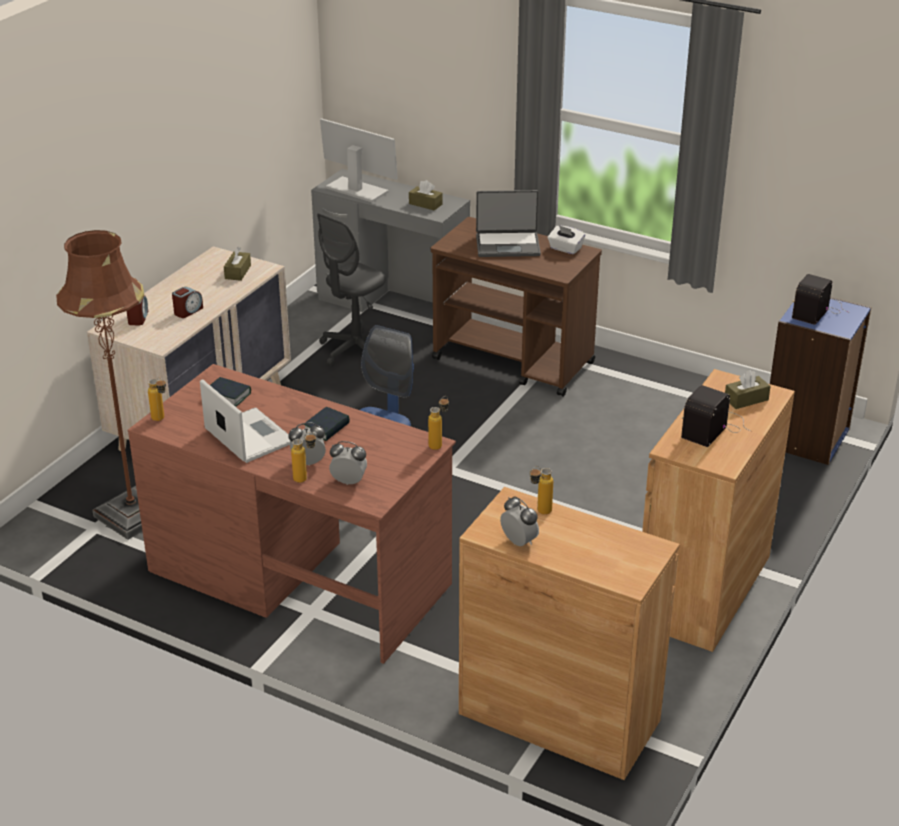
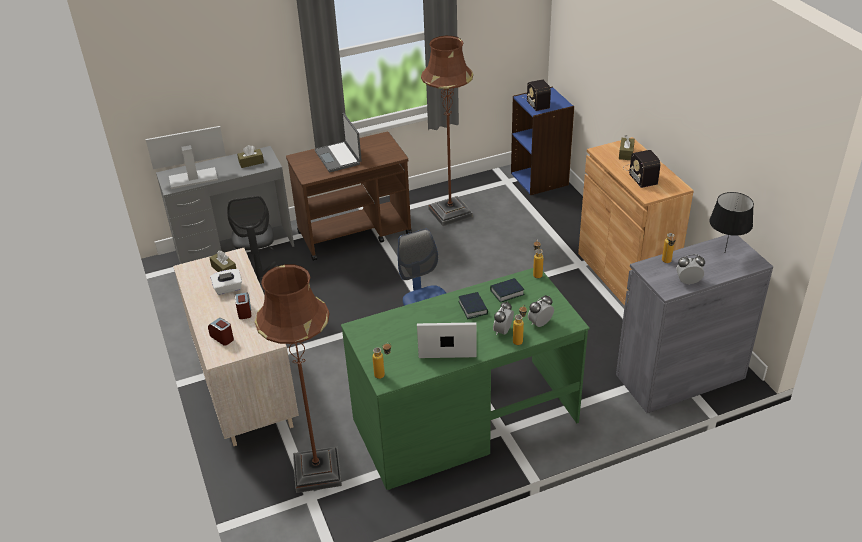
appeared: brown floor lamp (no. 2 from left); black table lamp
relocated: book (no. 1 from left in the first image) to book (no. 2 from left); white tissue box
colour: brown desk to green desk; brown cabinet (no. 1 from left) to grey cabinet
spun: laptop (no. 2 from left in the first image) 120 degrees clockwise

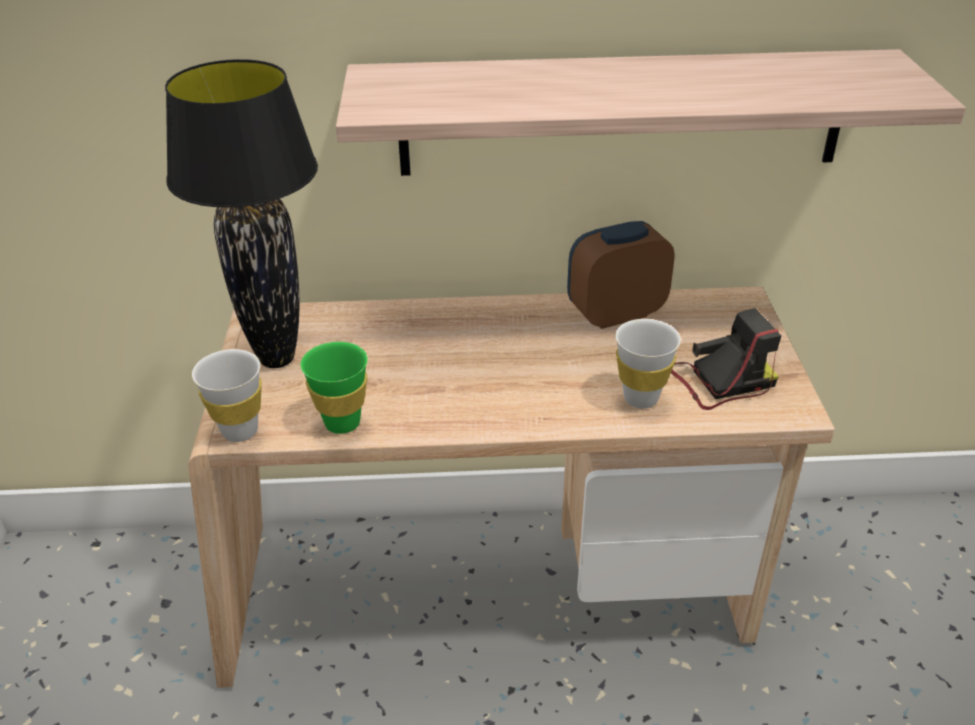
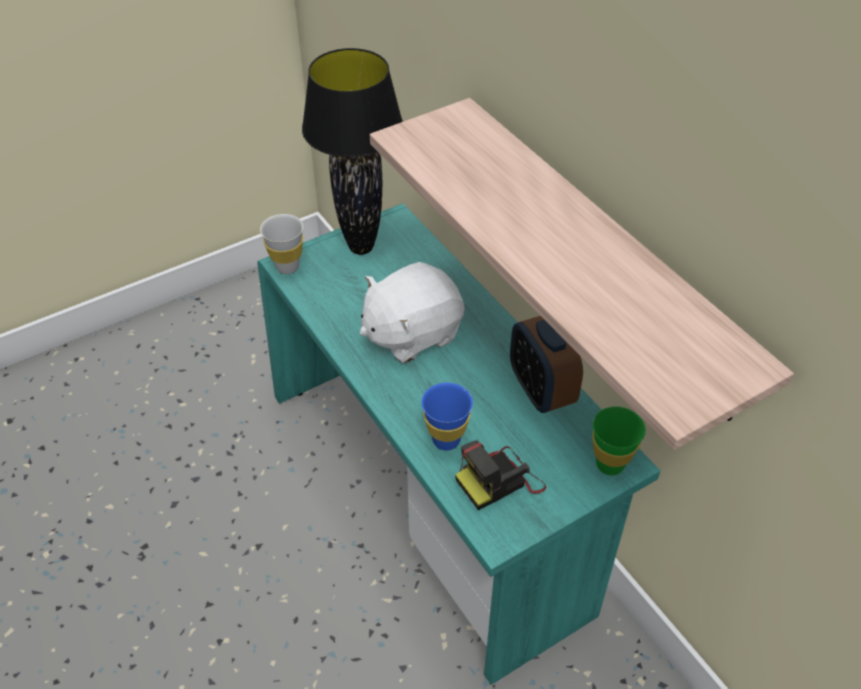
appeared: white plush toy
relocated: green cup
colour: beige desk to turquoise desk; white cup (no. 2 from left) to blue cup
spun: alarm clock 150 degrees counterclockwise; photo camera 105 degrees clockwise

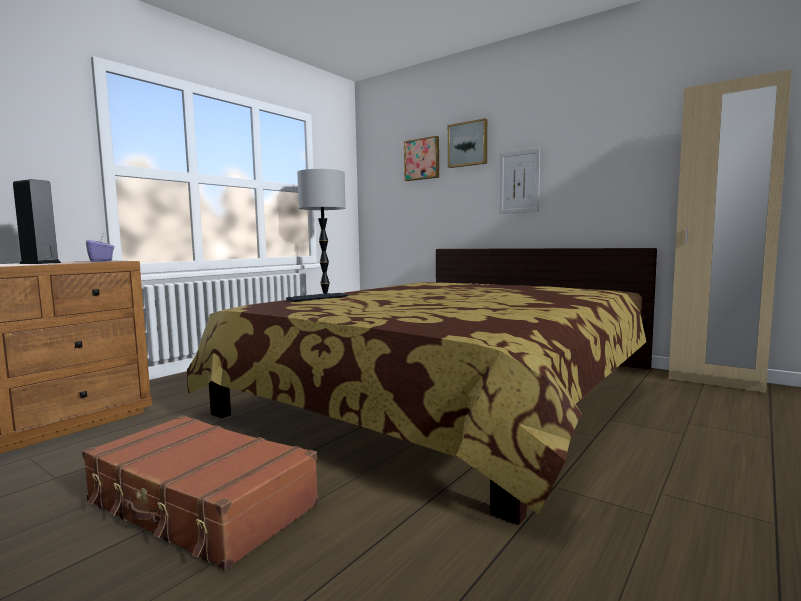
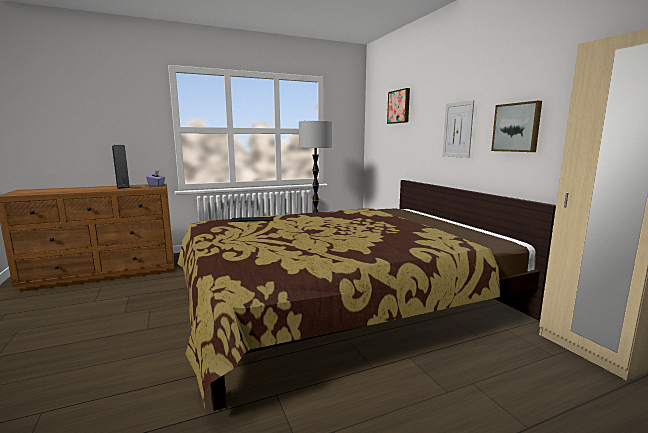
missing: brown suitcase
relocated: picture (no. 2 from left in the first image) to picture (no. 3 from left)

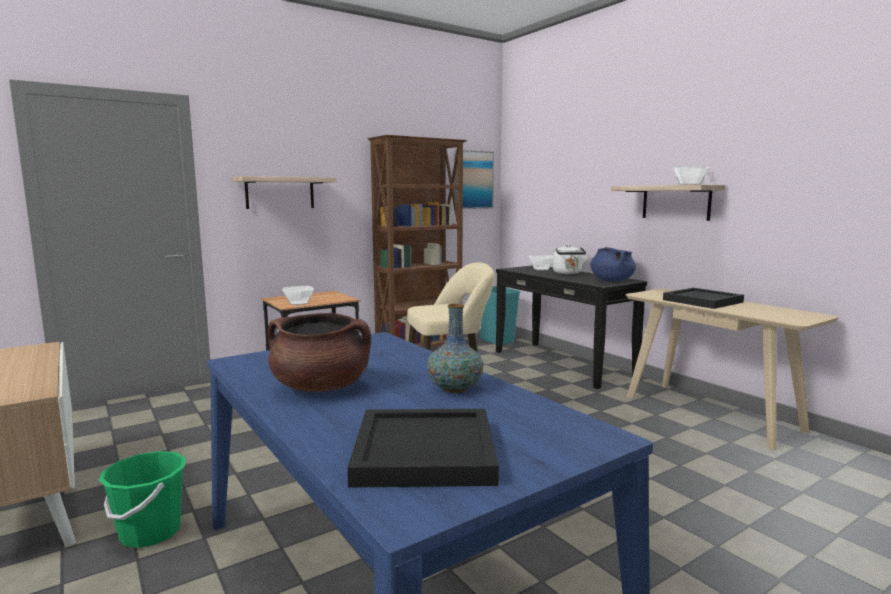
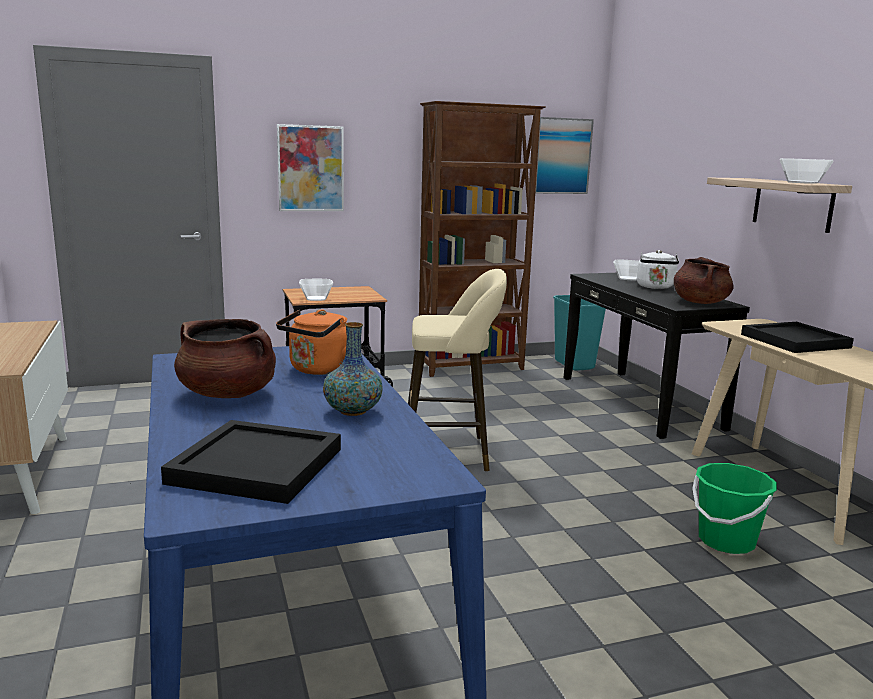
appeared: orange kettle
relocated: green bucket
exchanged: shelf (no. 1 from left) to picture (no. 1 from left)
colour: blue cooking pot to brown cooking pot (no. 2 from left)

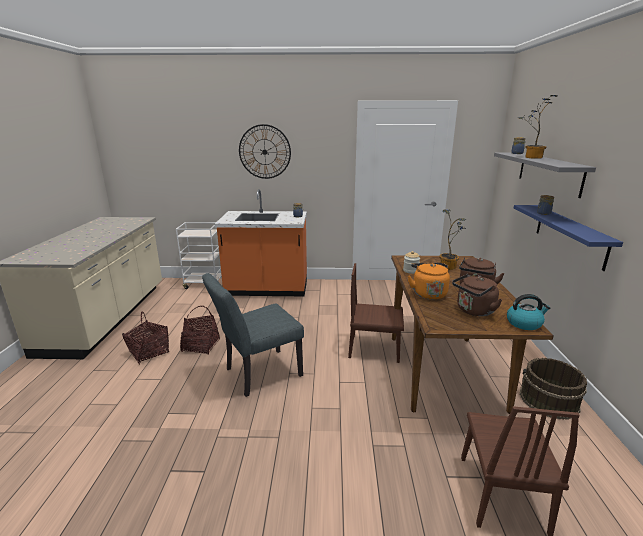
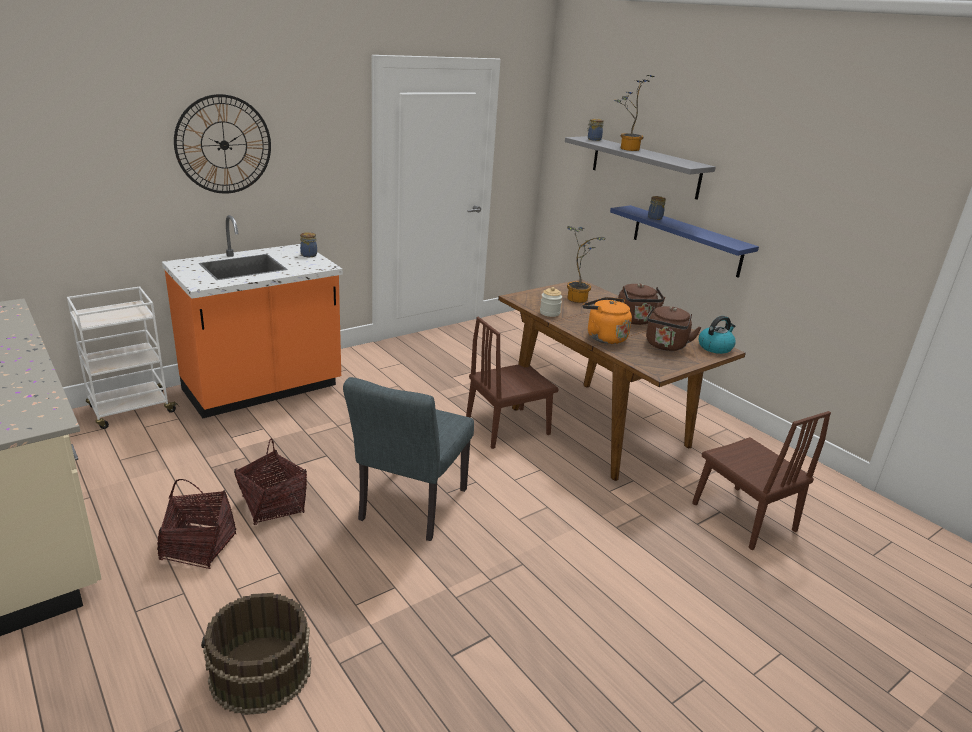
relocated: brown bucket

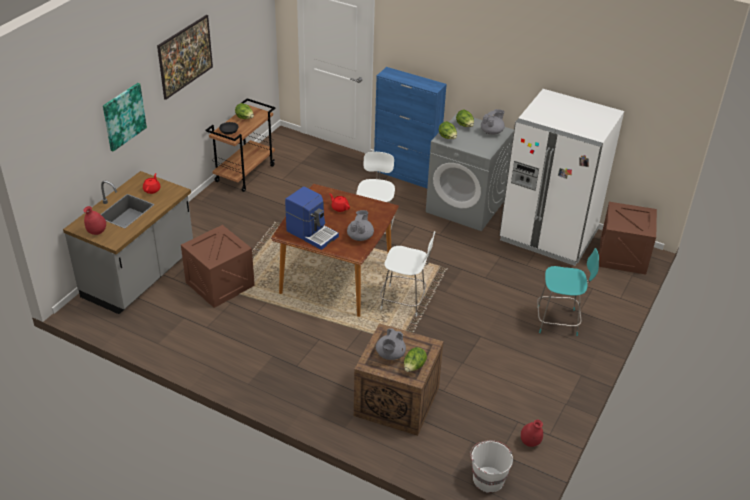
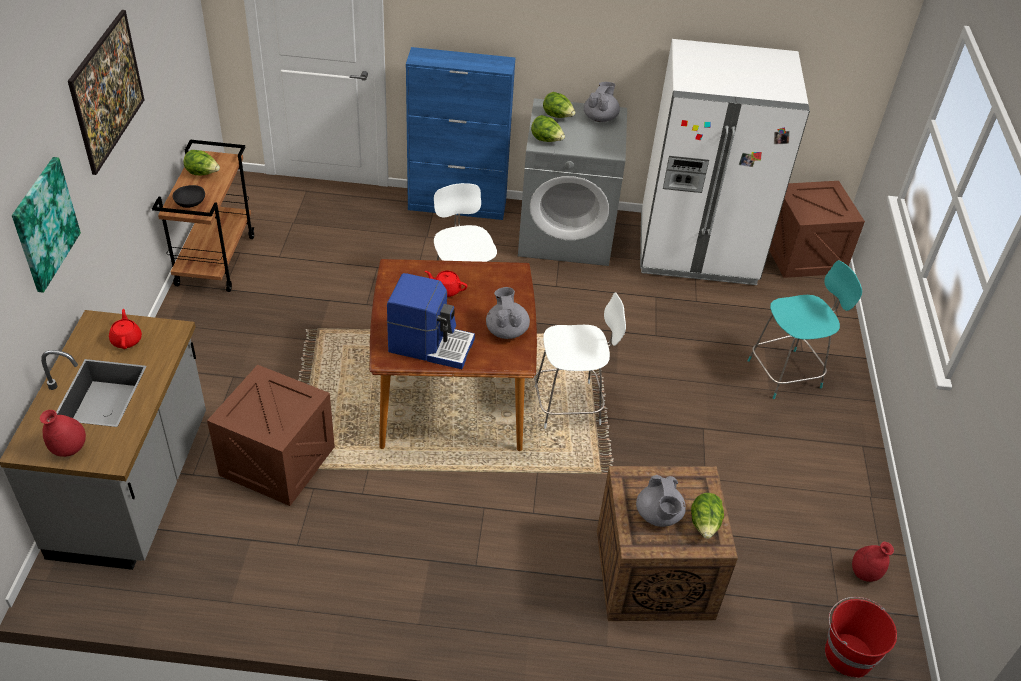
colour: white bucket to red bucket

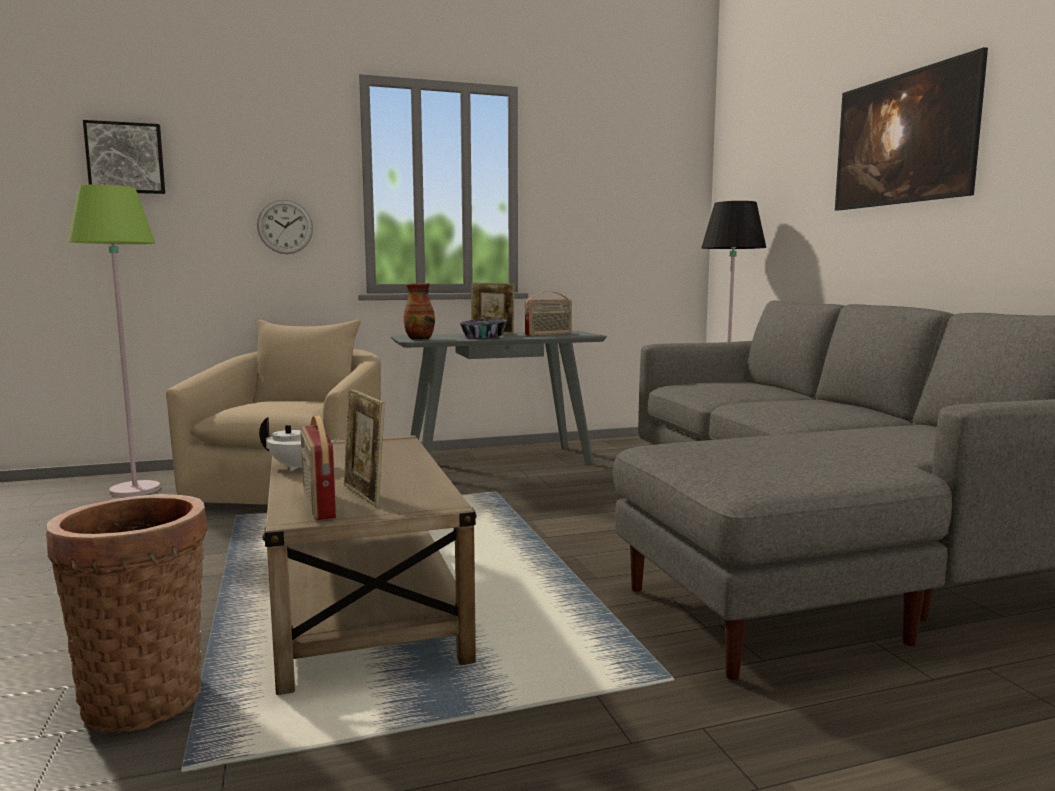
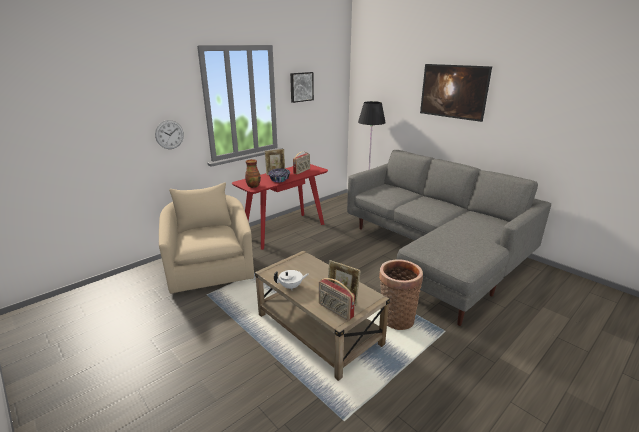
missing: green floor lamp
relocated: basket; picture (no. 1 from left)
colour: grey console table to red console table

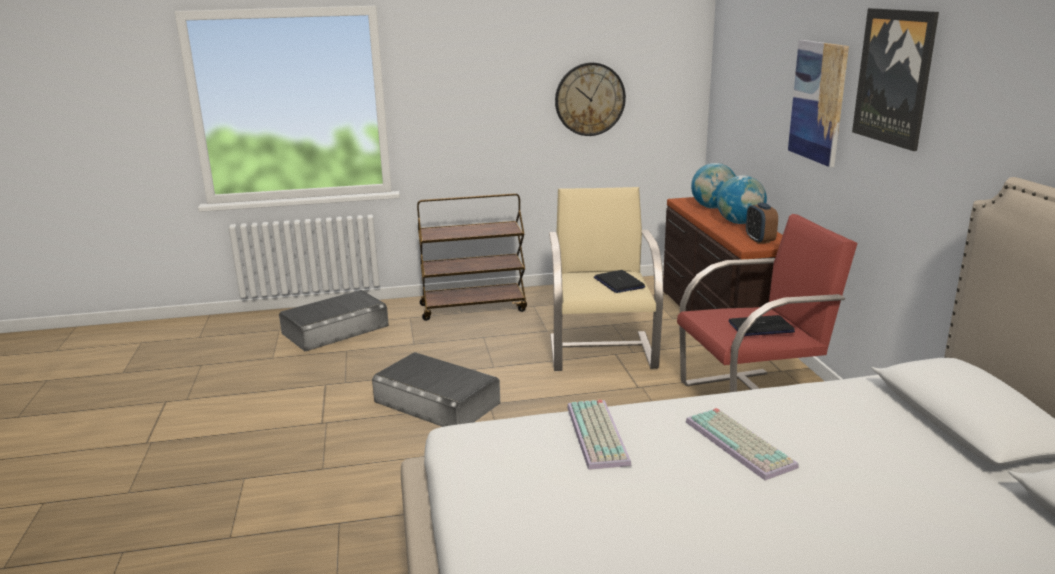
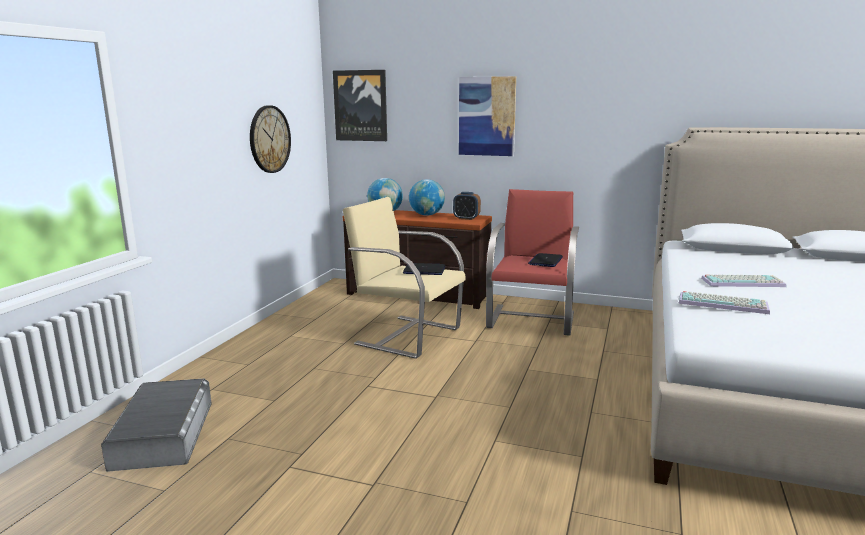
missing: grey storage box (no. 2 from left); brown cart
relocated: picture (no. 2 from left in the first image) to picture (no. 1 from left)

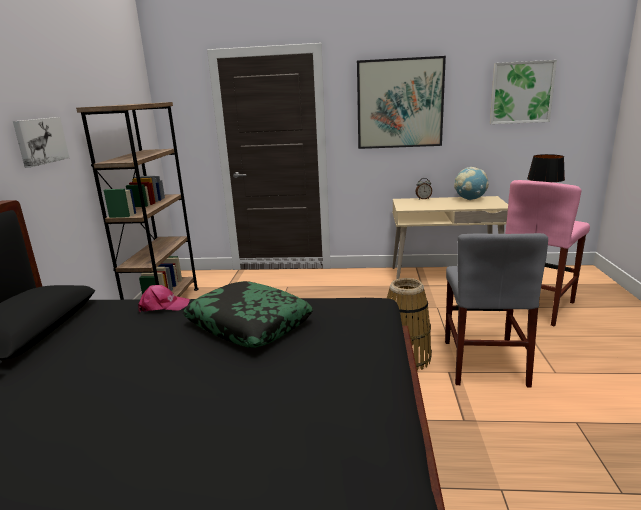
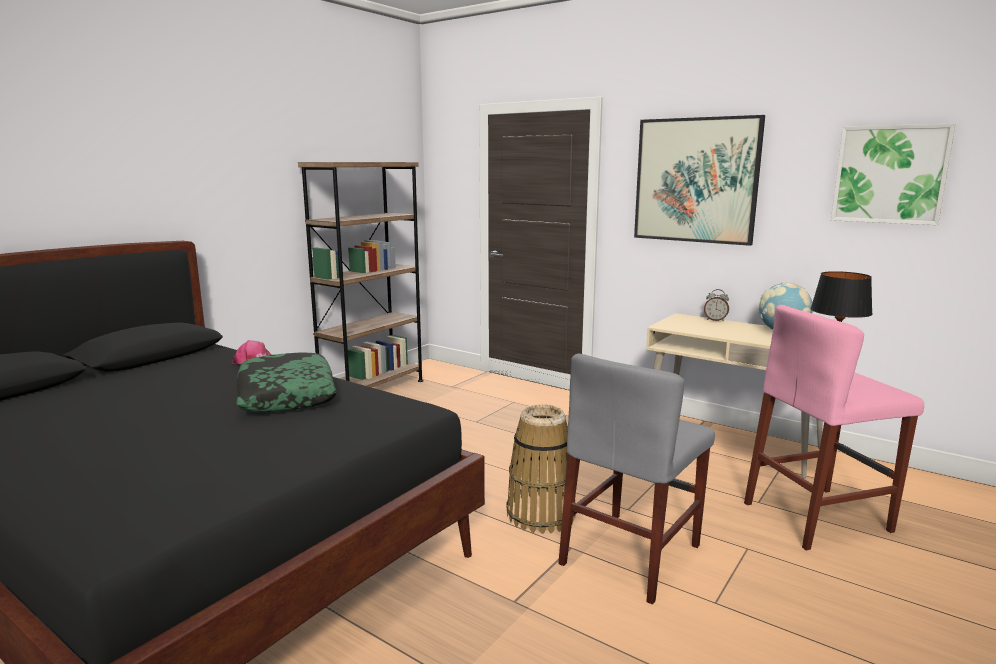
missing: picture (no. 1 from left)

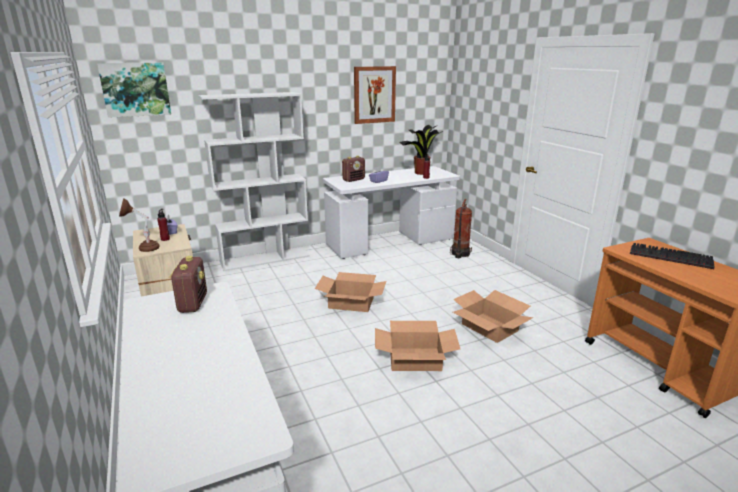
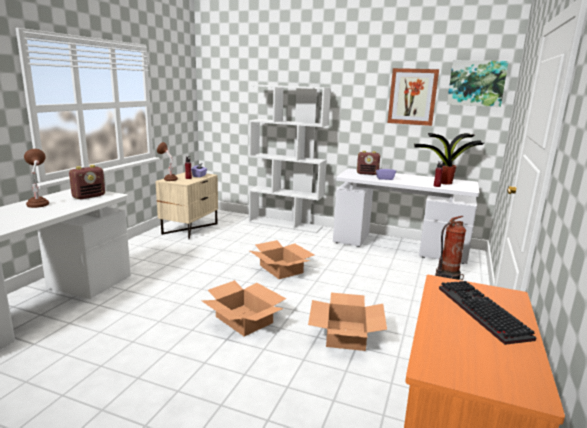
appeared: brown table lamp (no. 1 from left)
relocated: picture (no. 1 from left in the first image) to picture (no. 2 from left)

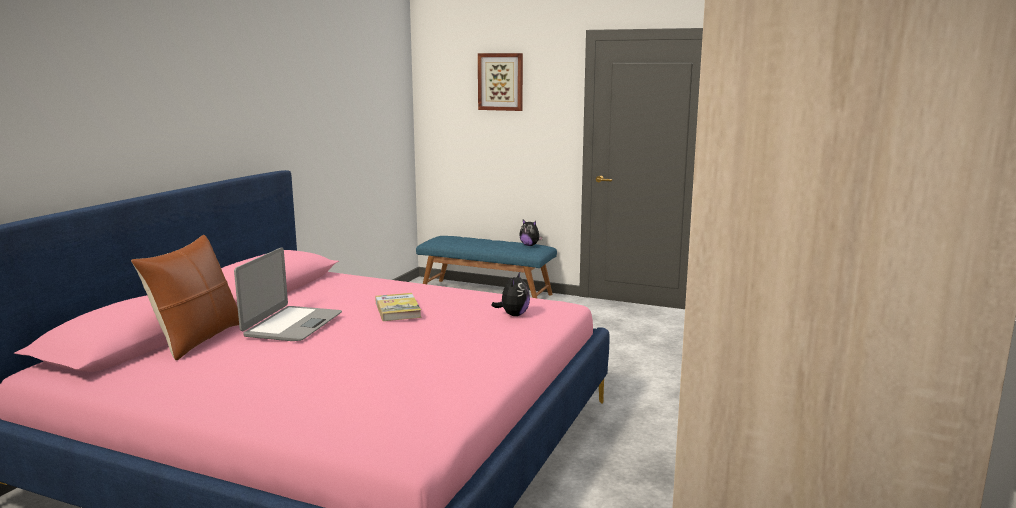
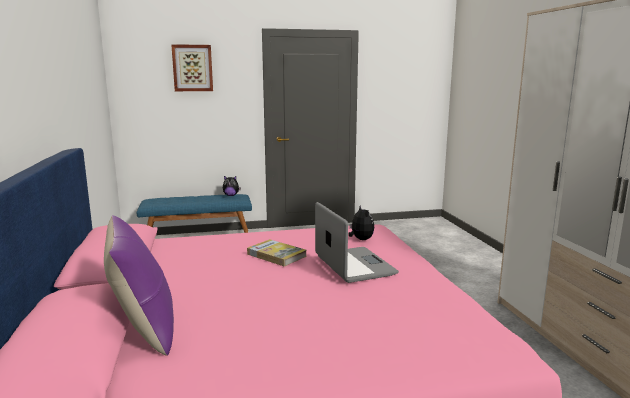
relocated: laptop
colour: brown pillow to purple pillow

